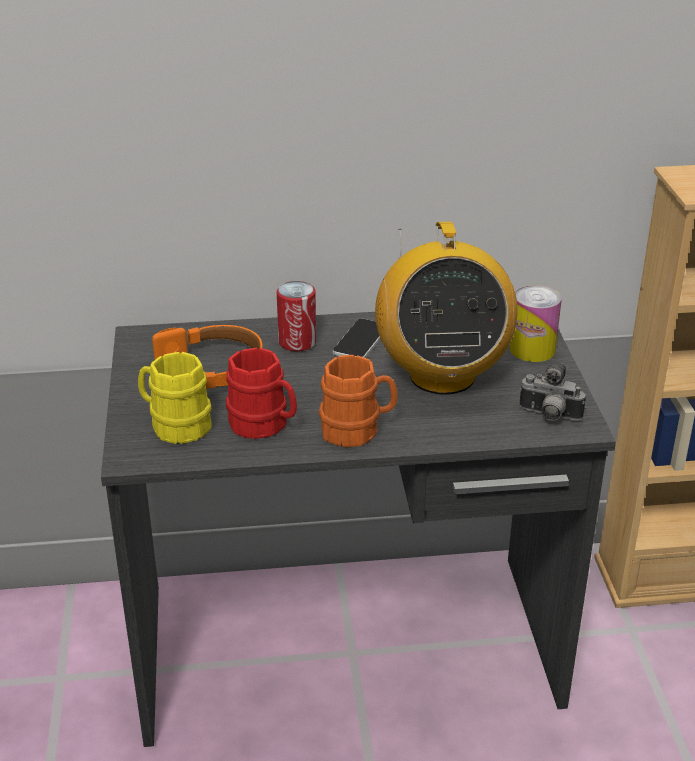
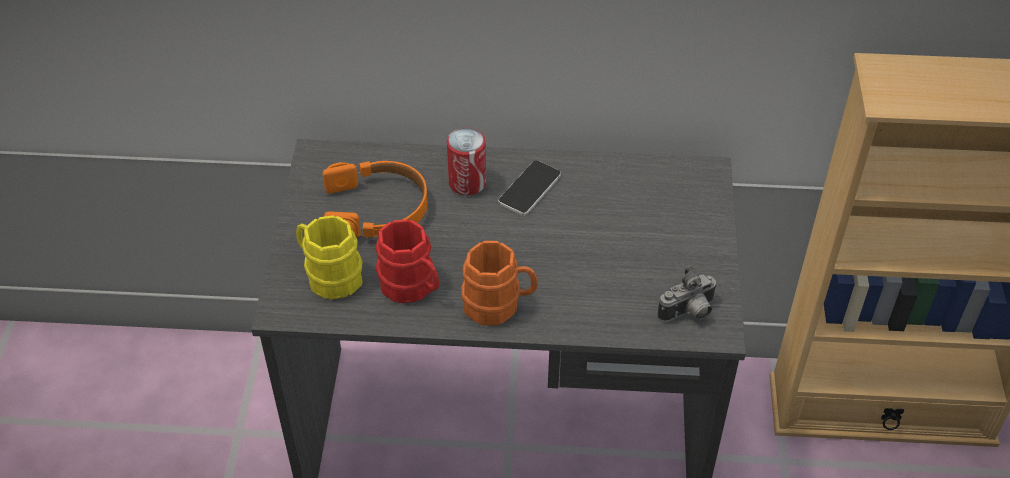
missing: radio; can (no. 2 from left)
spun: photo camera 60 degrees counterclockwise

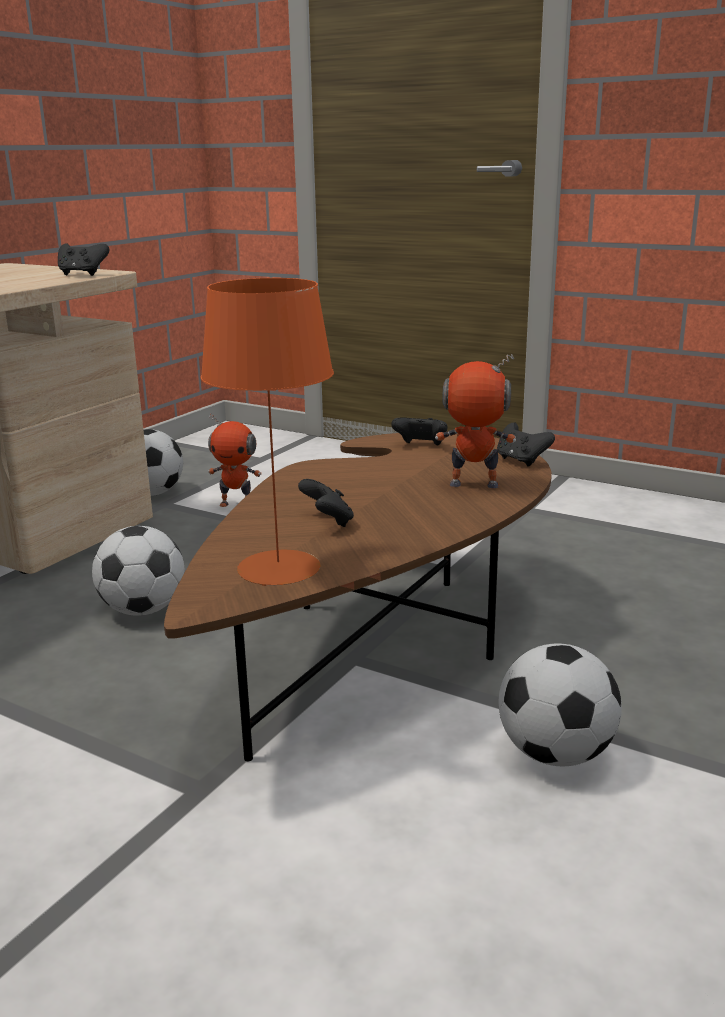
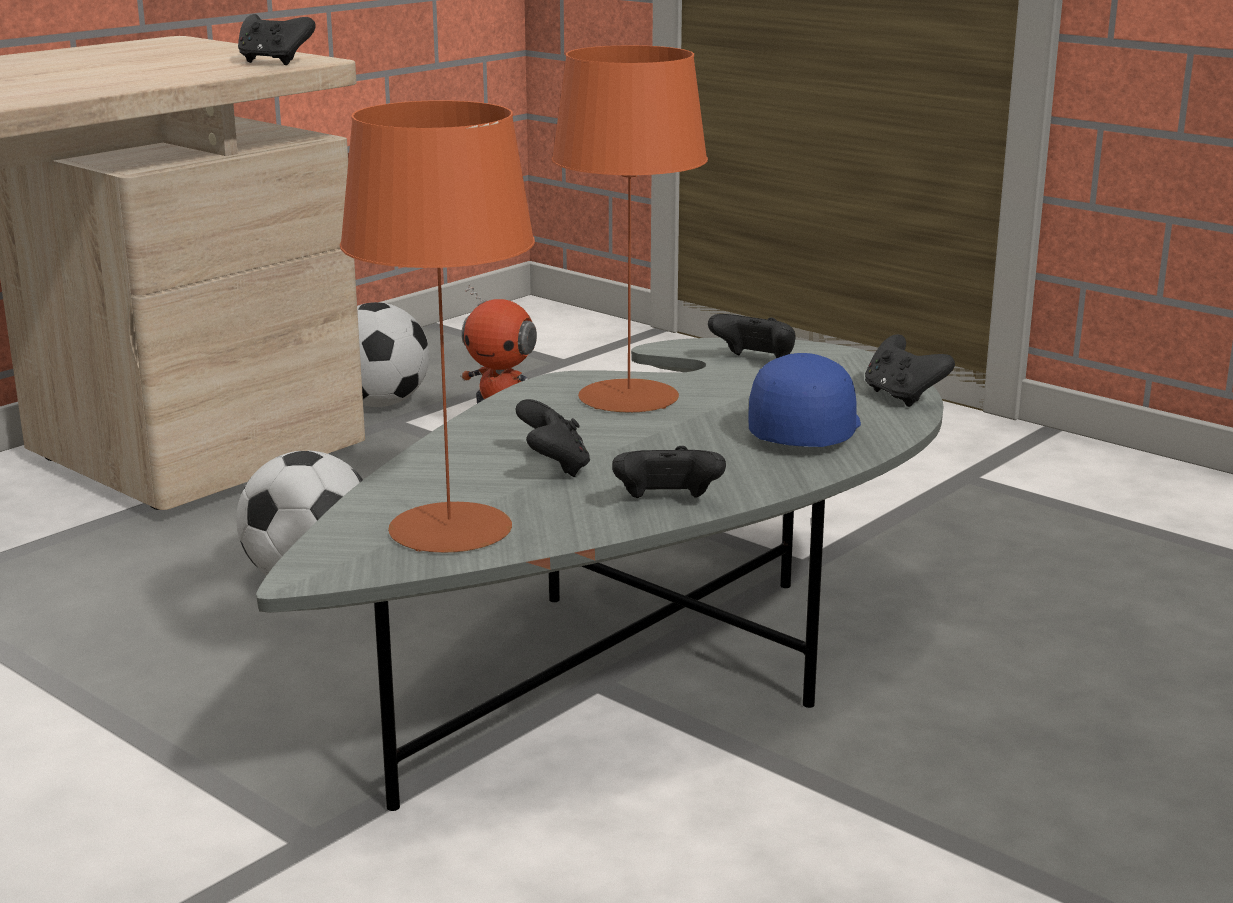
missing: football (no. 3 from left)
appeared: orange table lamp (no. 2 from left); black game controller (no. 3 from left)
exchanged: toy robot (no. 2 from left) to blue cap
colour: brown coffee table to grey coffee table

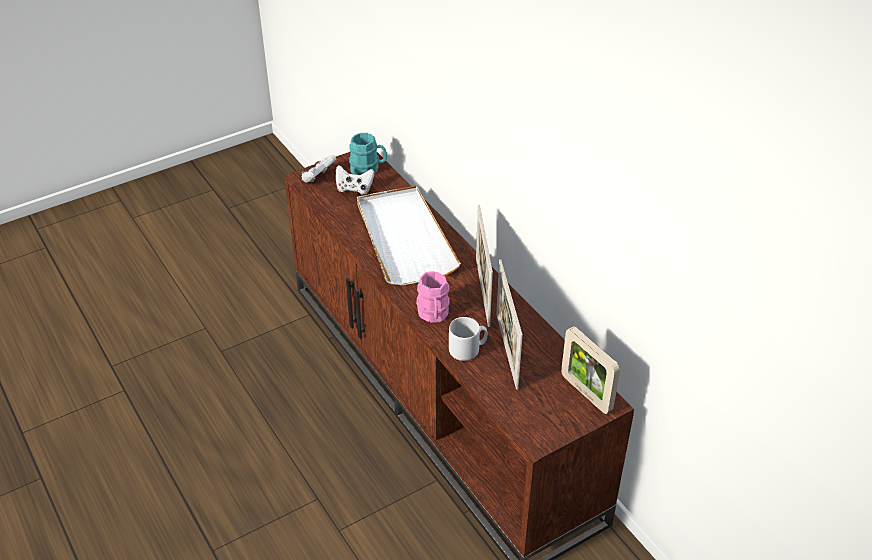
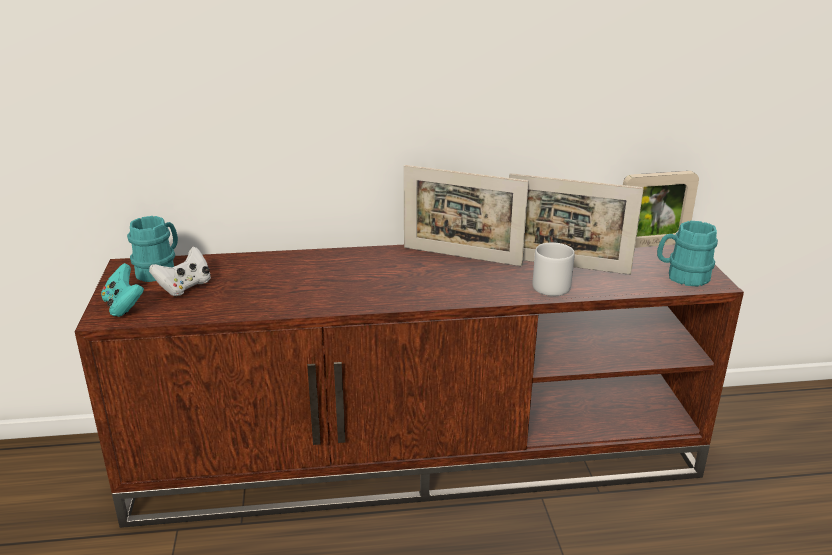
missing: white tray; pink mug
appeared: turquoise mug (no. 2 from left)
colour: white game controller (no. 1 from left) to turquoise game controller

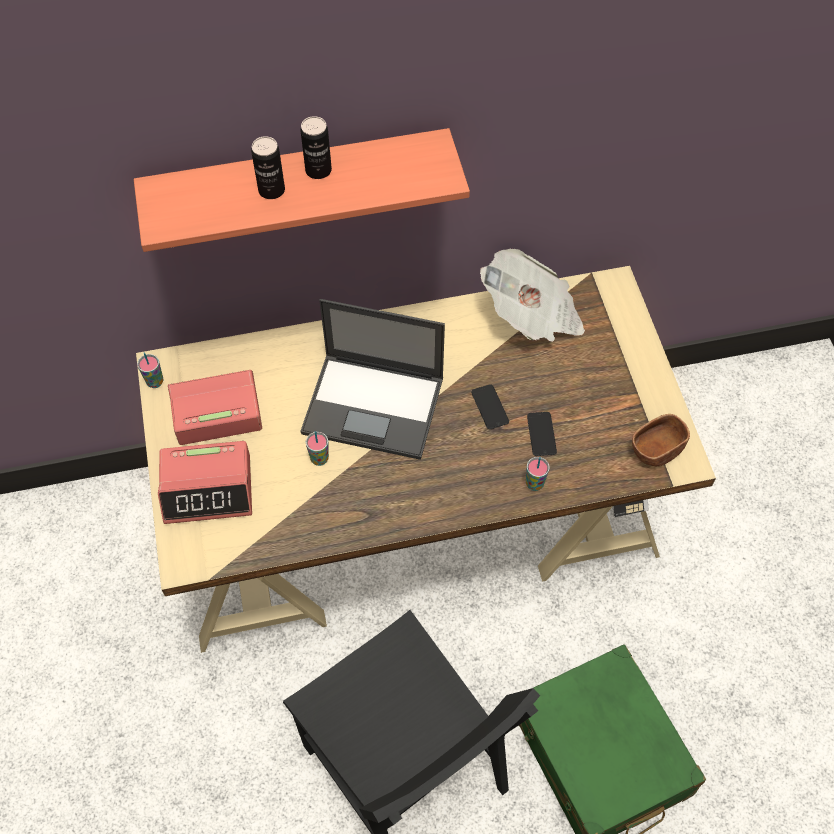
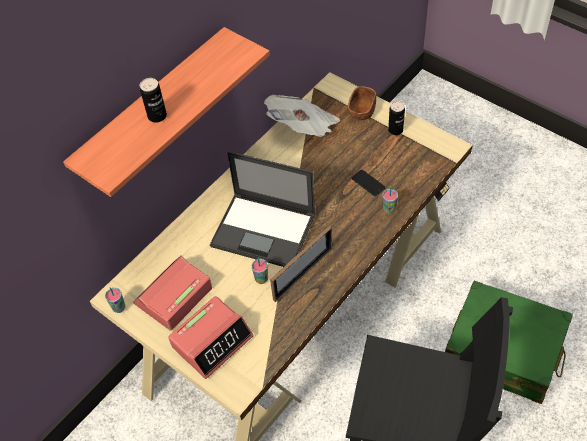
missing: phone (no. 1 from left)
appeared: picture frame
relocated: can (no. 2 from left); brown bowl
spun: laptop 45 degrees clockwise

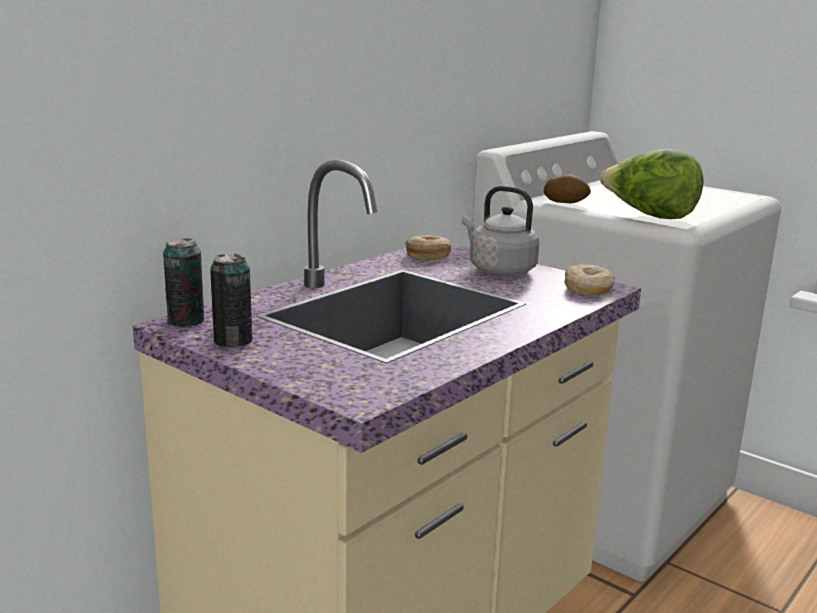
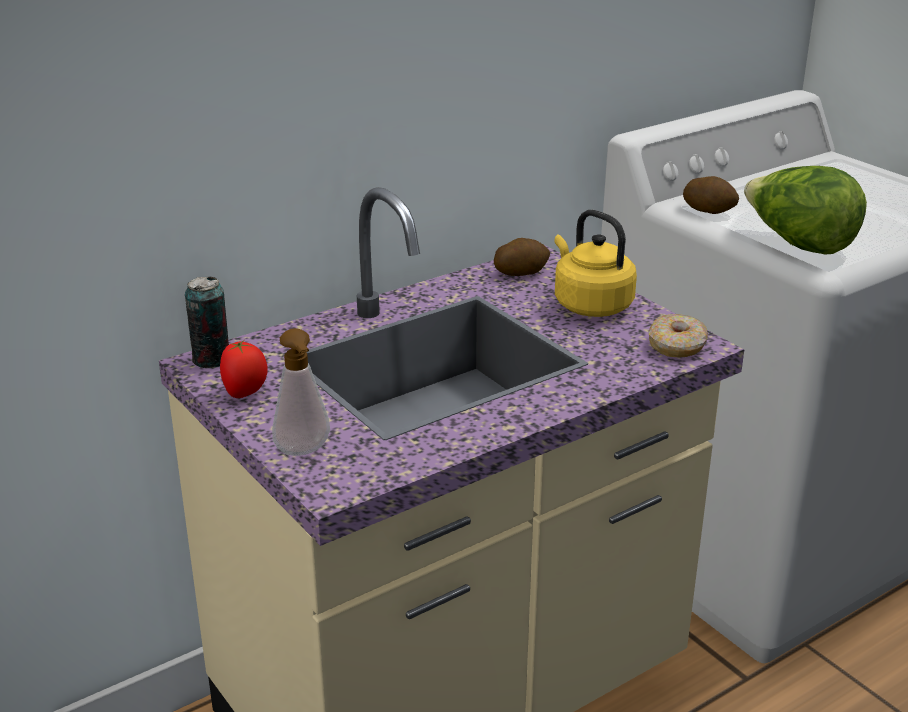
appeared: soap dispenser
exchanged: can (no. 2 from left) to tomato; donut (no. 1 from left) to potato (no. 1 from left)
colour: grey kettle to yellow kettle

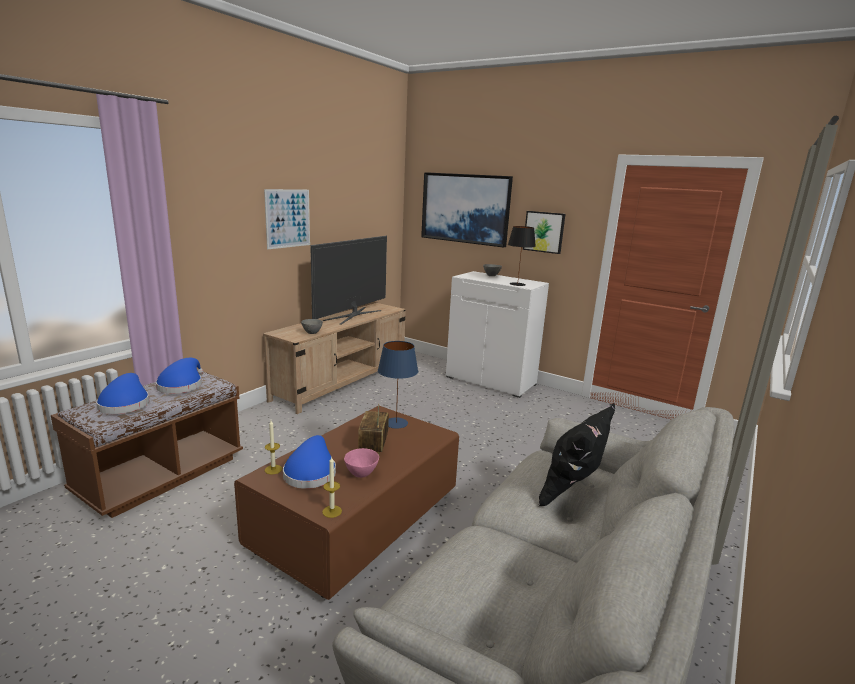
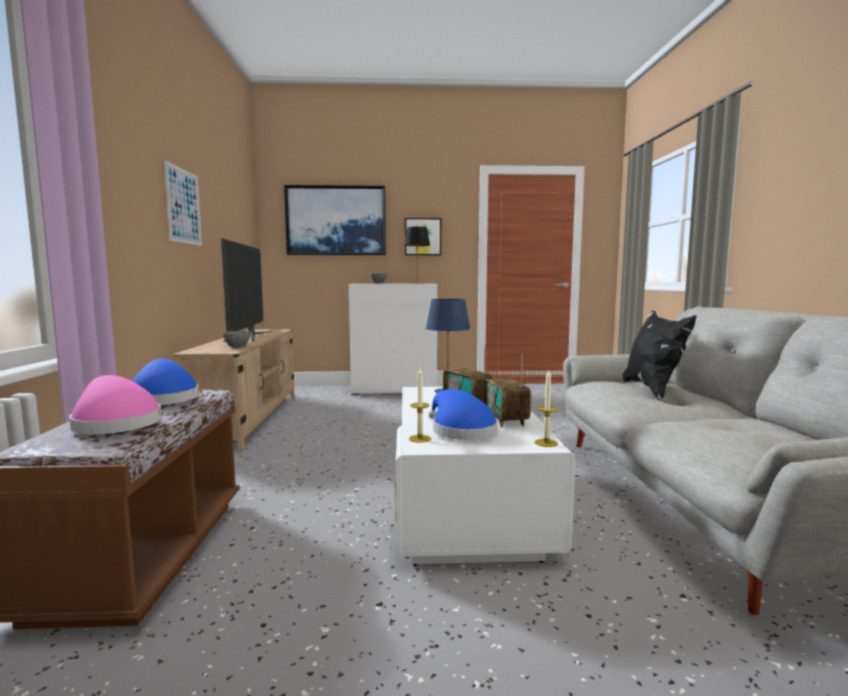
exchanged: pink bowl to radio (no. 2 from left)
colour: blue hat (no. 1 from left) to pink hat; brown coffee table to white coffee table

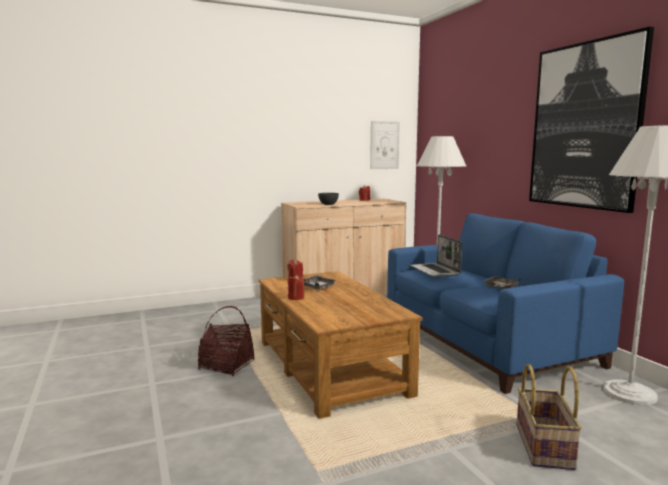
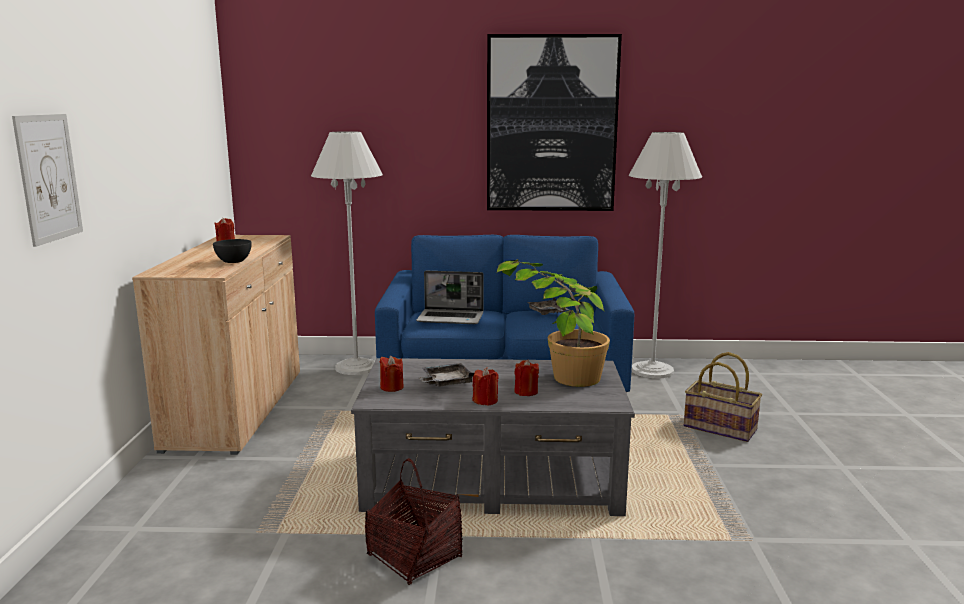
appeared: potted plant; red candle (no. 4 from left)
relocated: picture (no. 1 from left)
colour: brown coffee table to grey coffee table

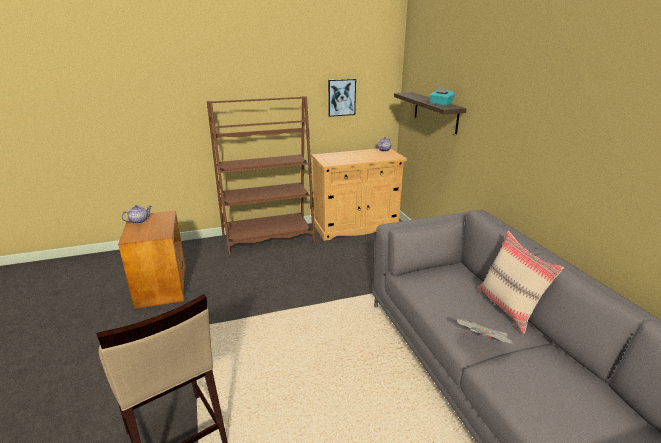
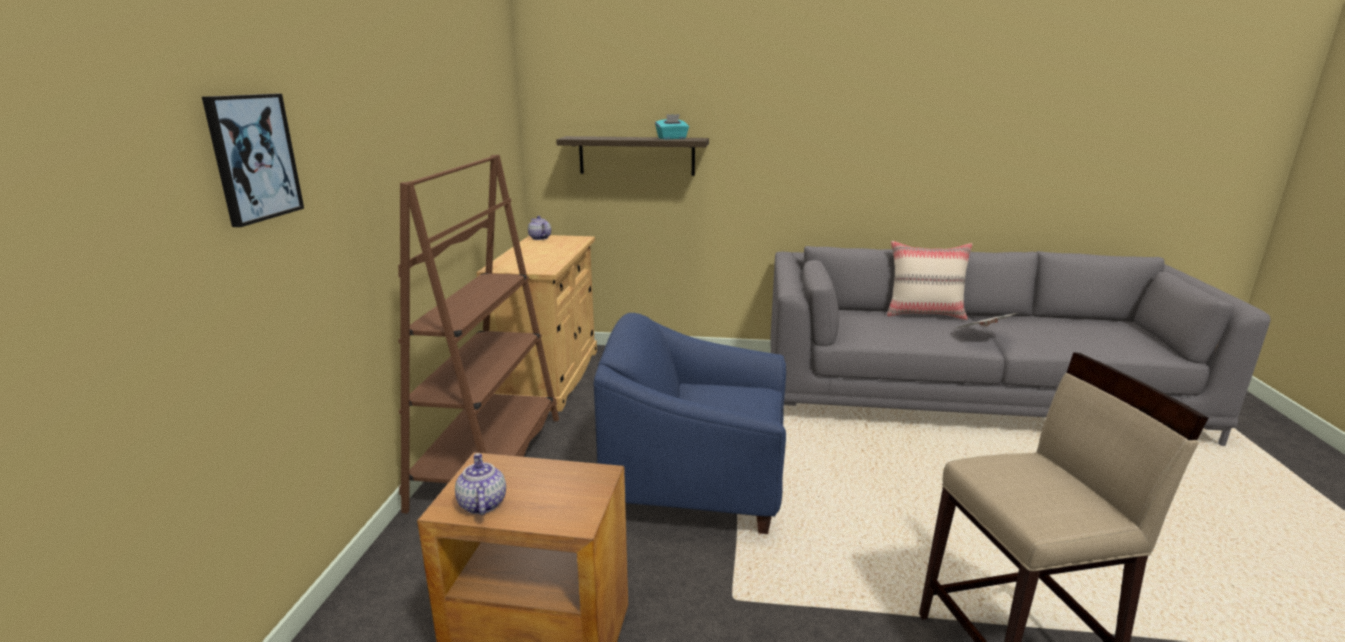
appeared: blue armchair
relocated: picture

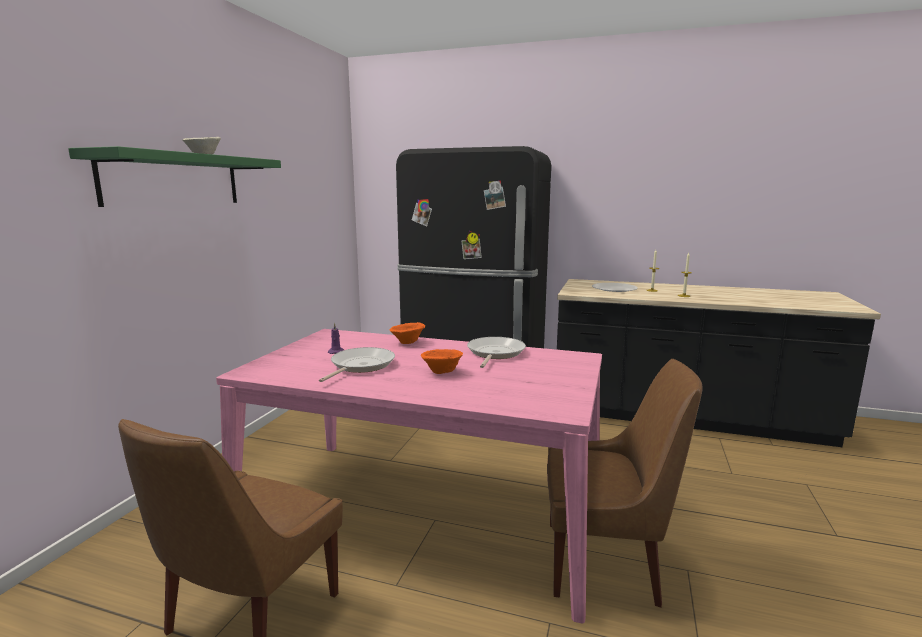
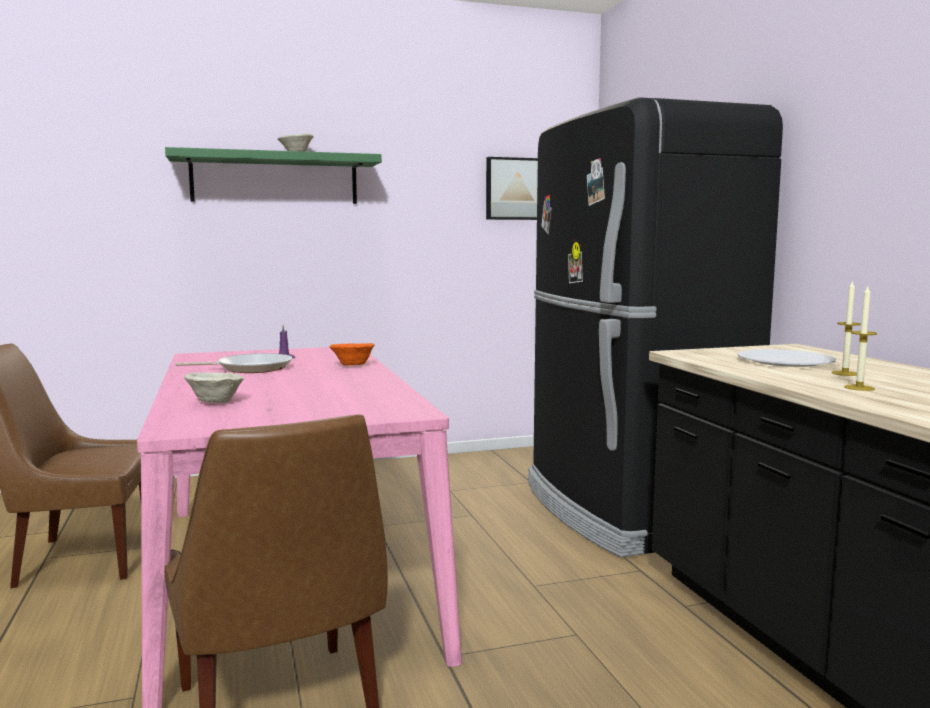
missing: orange bowl (no. 2 from left); frying pan (no. 2 from left)
appeared: beige bowl (no. 1 from left); picture

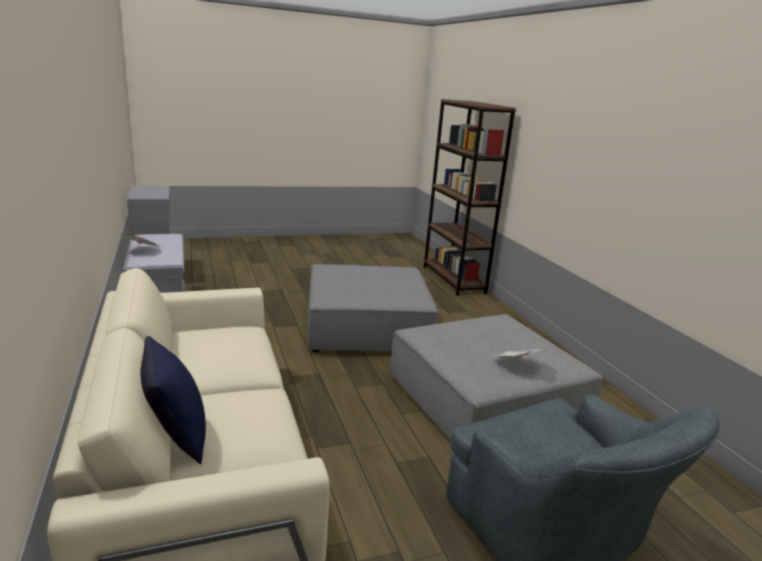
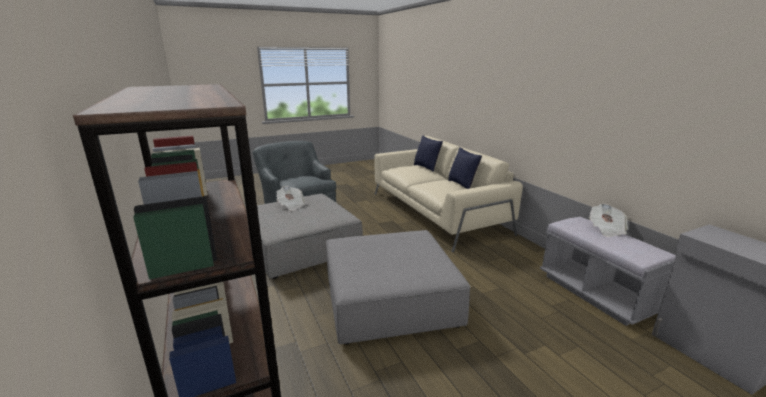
appeared: blue pillow (no. 2 from left)

